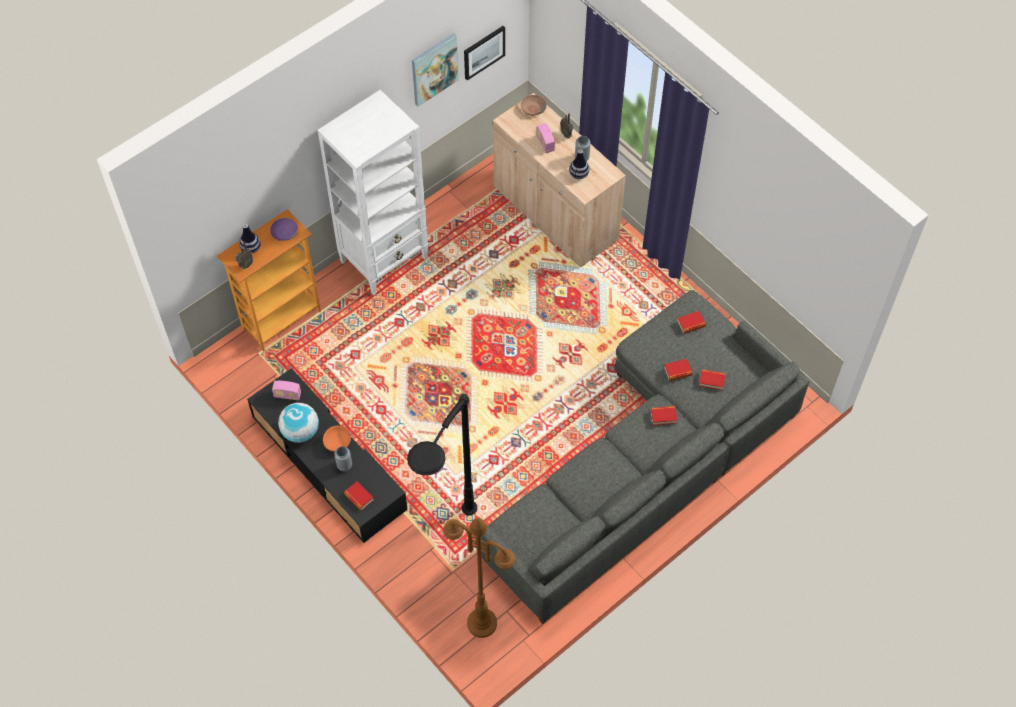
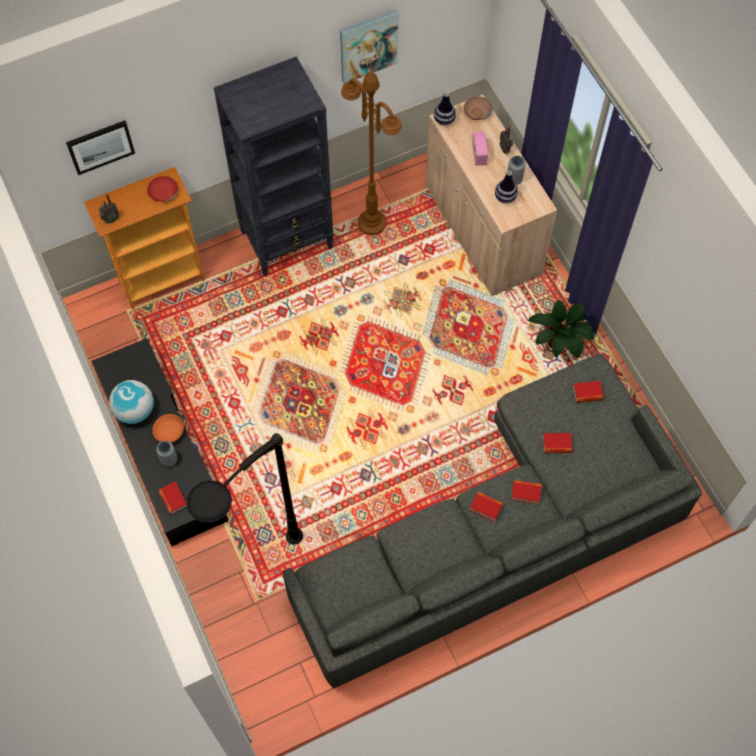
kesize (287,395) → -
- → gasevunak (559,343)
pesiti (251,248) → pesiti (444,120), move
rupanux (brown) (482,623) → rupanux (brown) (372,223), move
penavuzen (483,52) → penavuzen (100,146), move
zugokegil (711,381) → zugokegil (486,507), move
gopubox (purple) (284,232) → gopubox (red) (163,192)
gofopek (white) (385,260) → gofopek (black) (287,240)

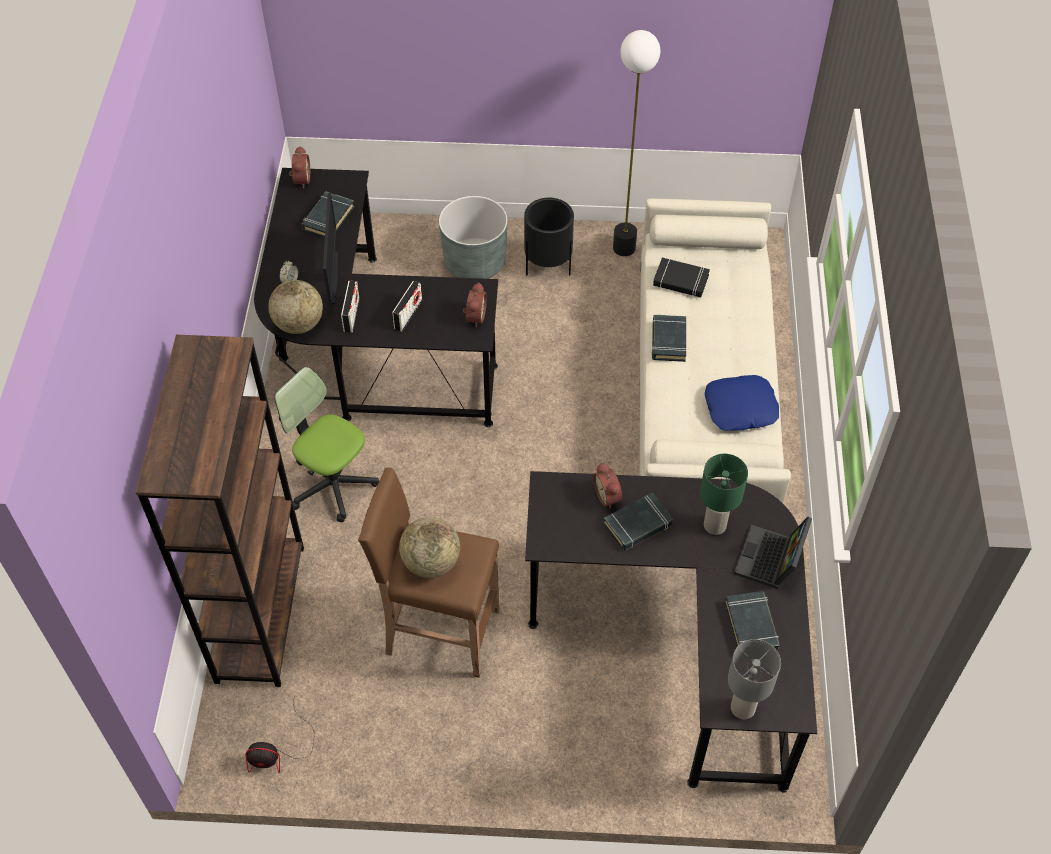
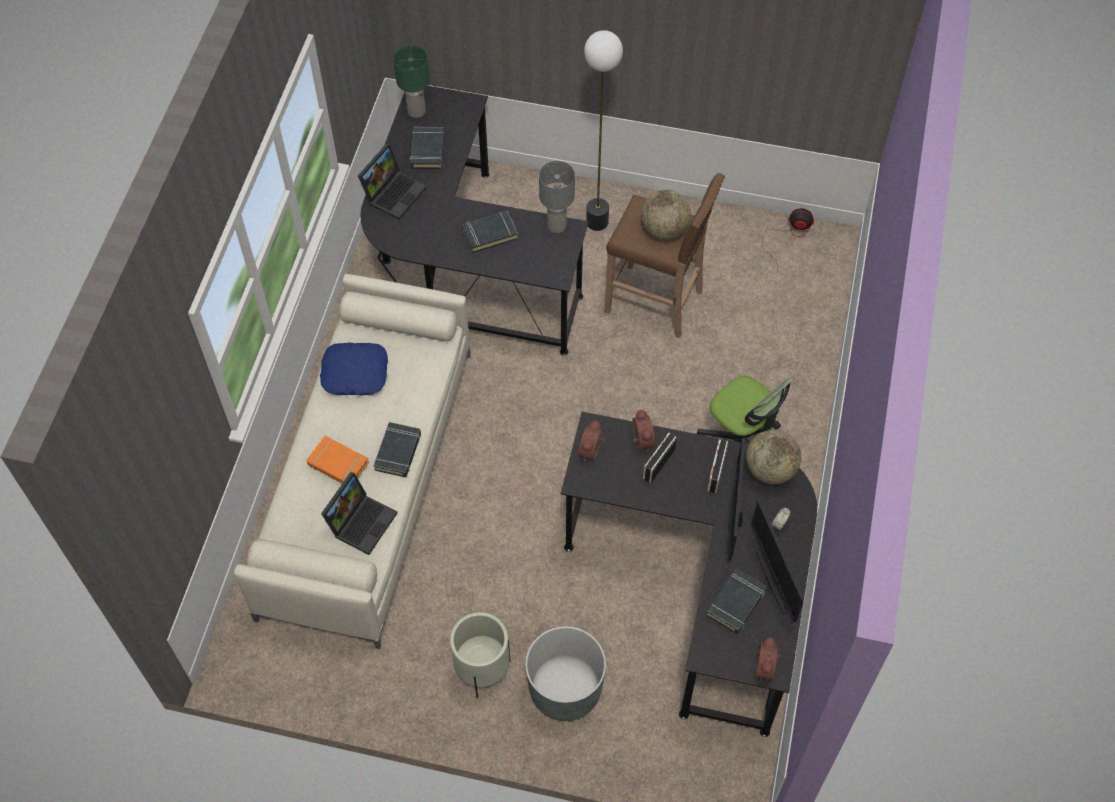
gofopek (brown) (260,613) → -
- → zugokegil (orange) (338,464)
- → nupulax (773,580)
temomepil (608,496) → temomepil (640,440), move
rupanux (623,248) → rupanux (597,221), move
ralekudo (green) (715,526) → ralekudo (green) (416,111), move
ralekudo (grey) (743,708) → ralekudo (grey) (556,226), move
zugokegil (black) (680,281) → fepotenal (361,521)
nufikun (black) (548,265) → nufikun (beige) (482,671)

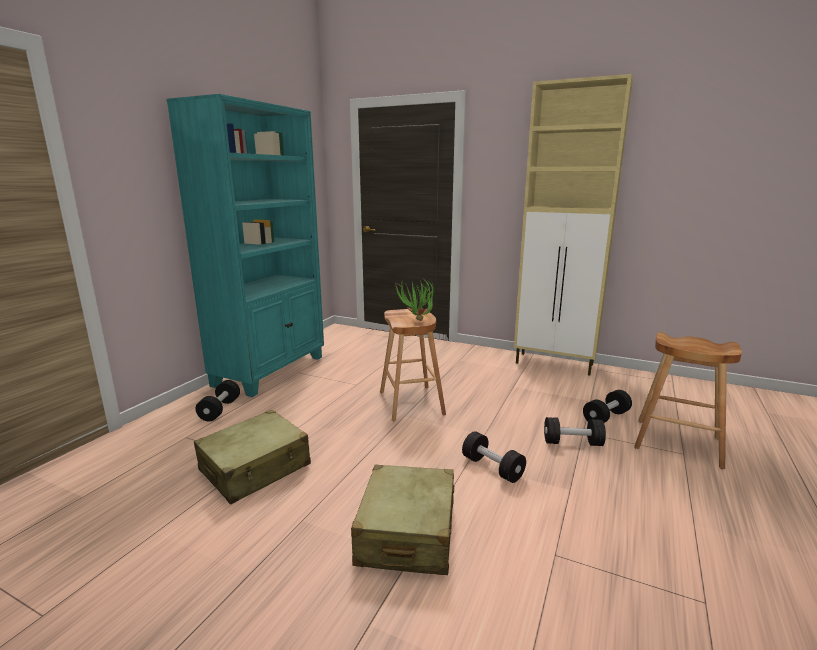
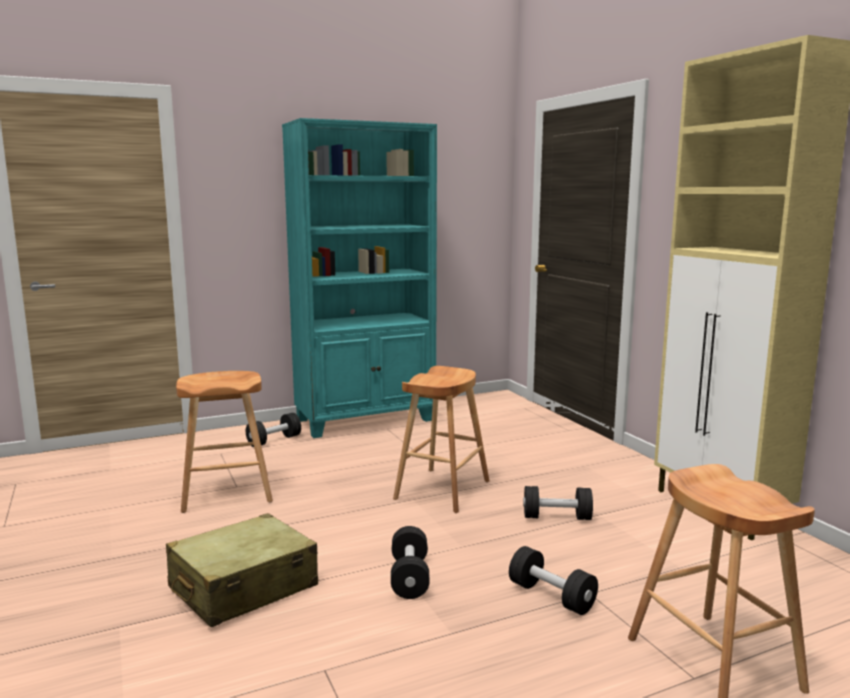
gasevunak (417,322) → -
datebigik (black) (606,417) → datebigik (black) (556,517), move
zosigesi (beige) (255,468) → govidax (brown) (226,493)

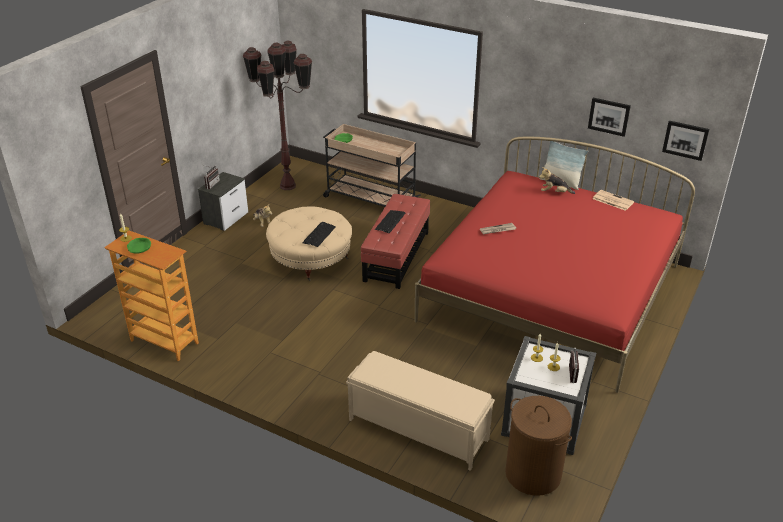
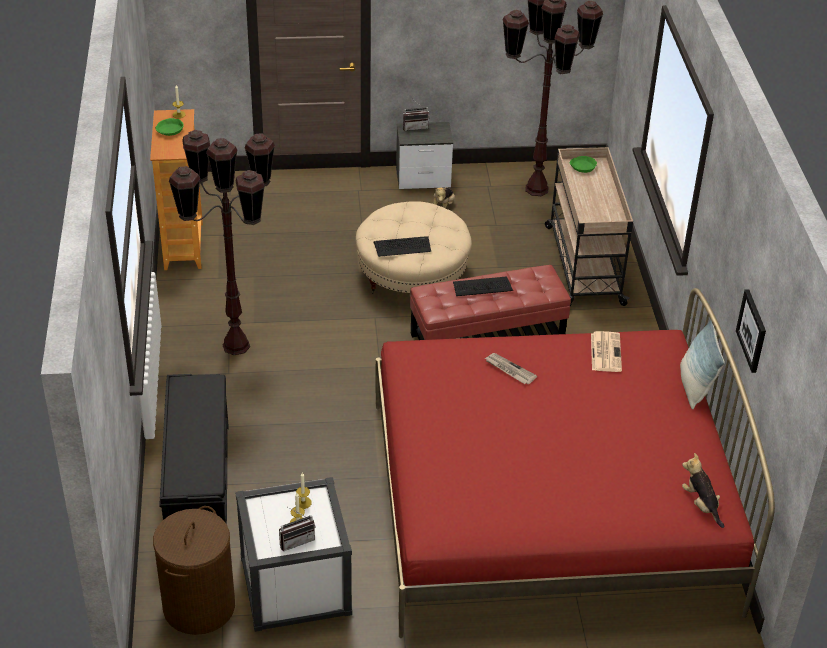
penavuzen (685,140) → -
- → rupanux (brown) (236,346)
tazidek (554,193) → tazidek (701,504), move
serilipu (612,200) → serilipu (605,352), move
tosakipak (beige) (417,429) → tosakipak (black) (199,485)

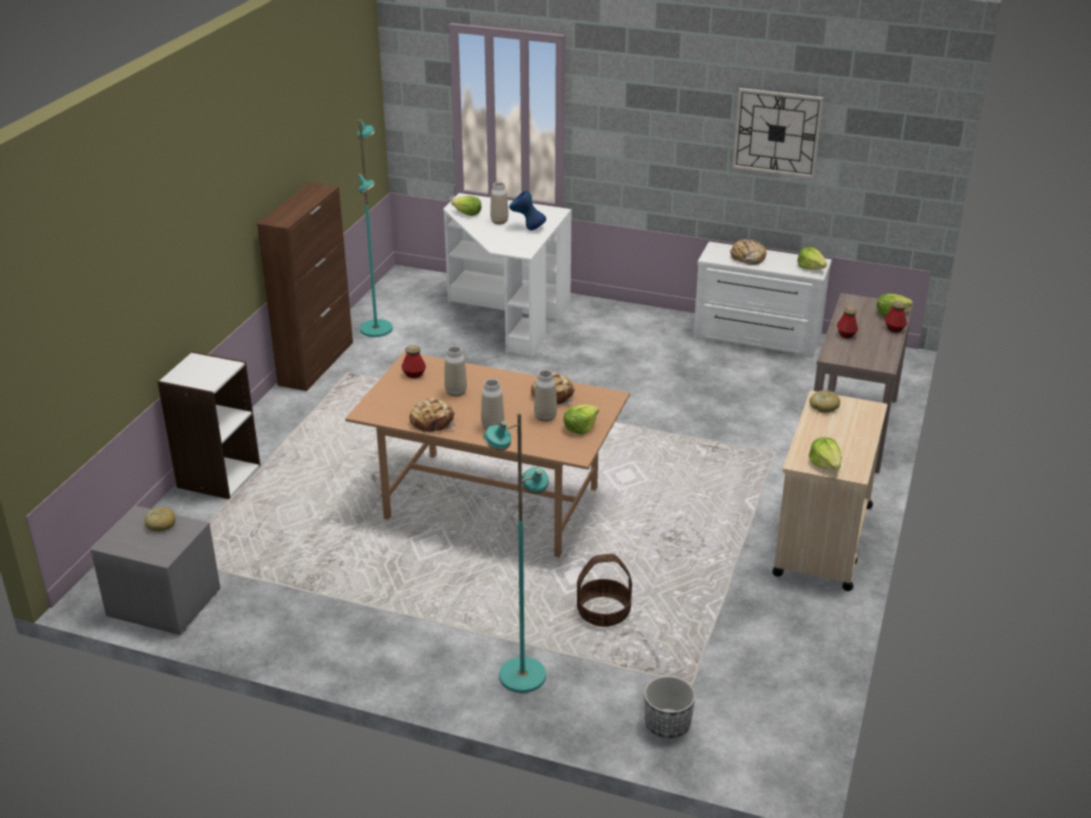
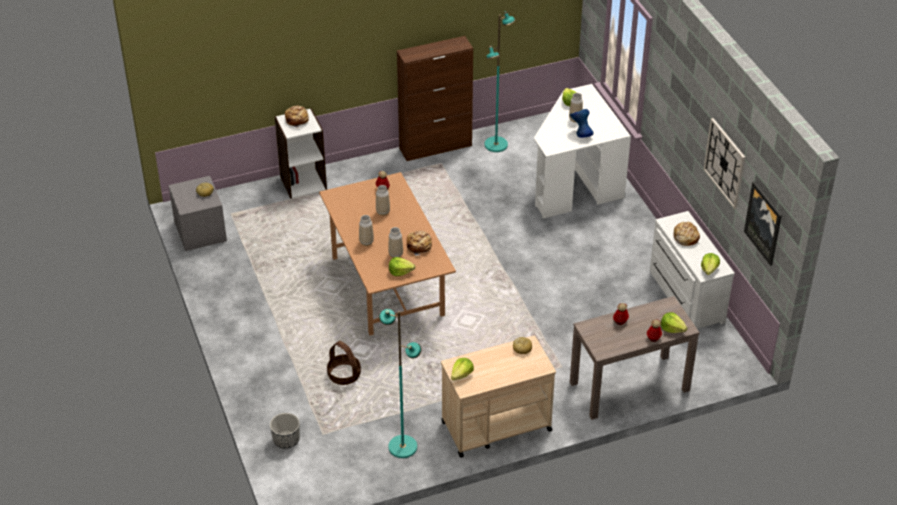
- → penavuzen (764,223)
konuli (433,422) → konuli (297,120), move
rupanux (turquoise) (521,675) → rupanux (turquoise) (402,446), move

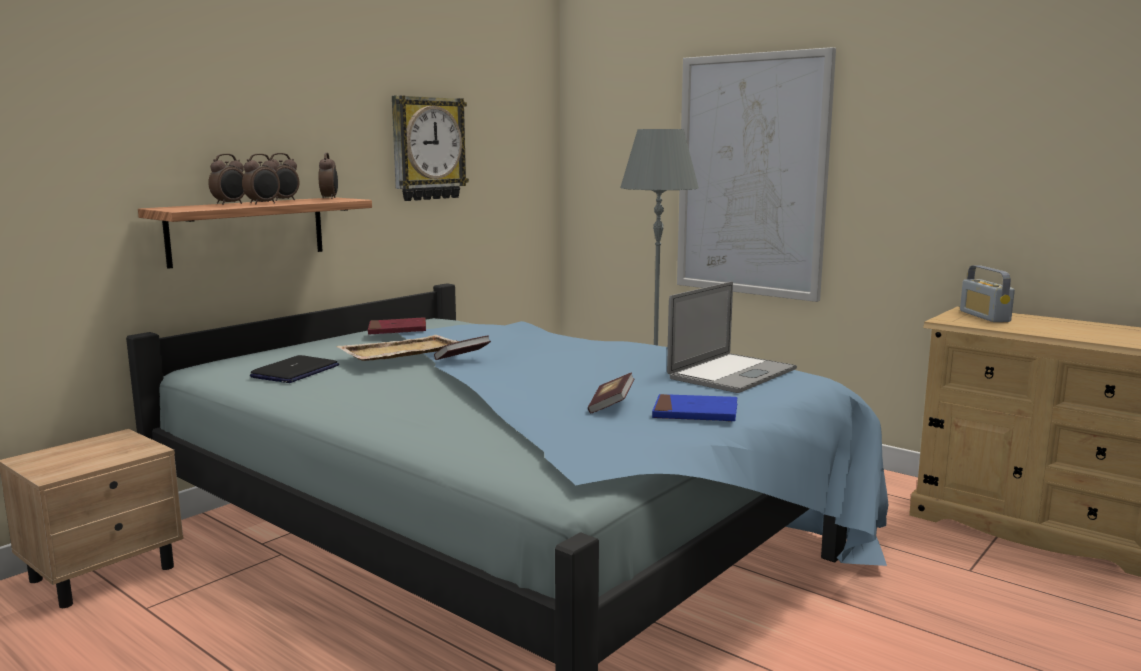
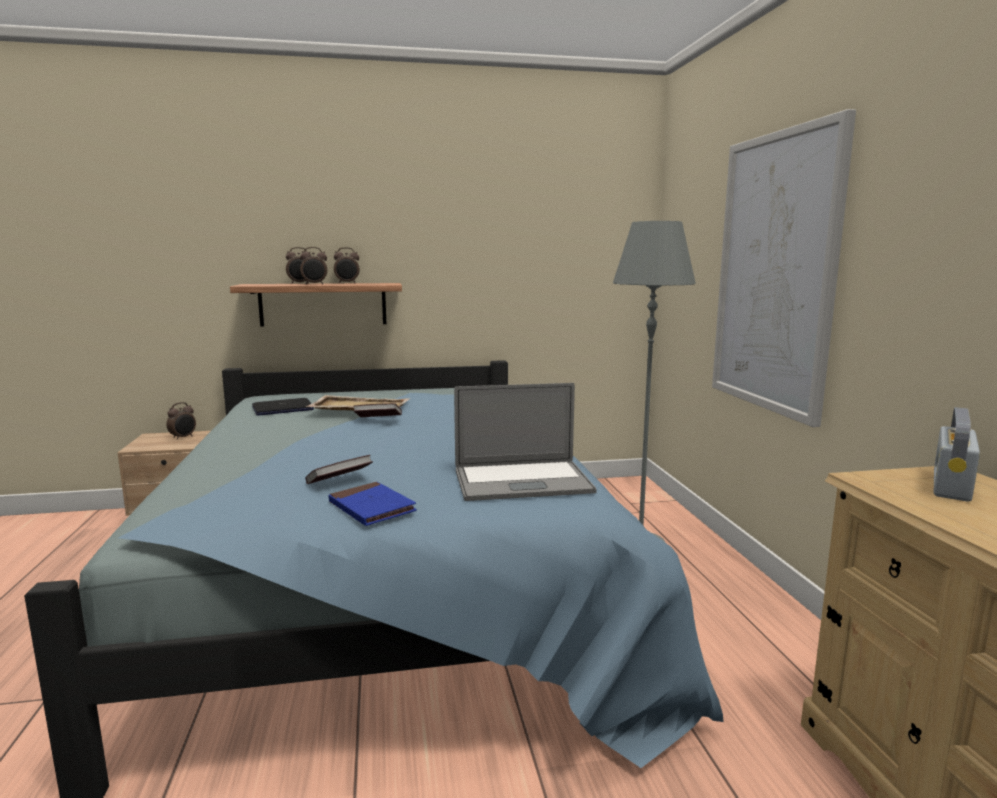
zugokegil (red) (397,330) → -
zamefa (427,148) → -
temomepil (330,198) → temomepil (183,437), move

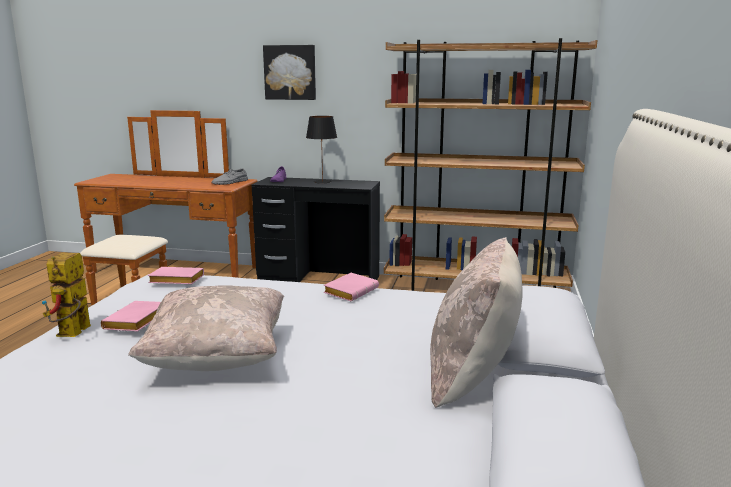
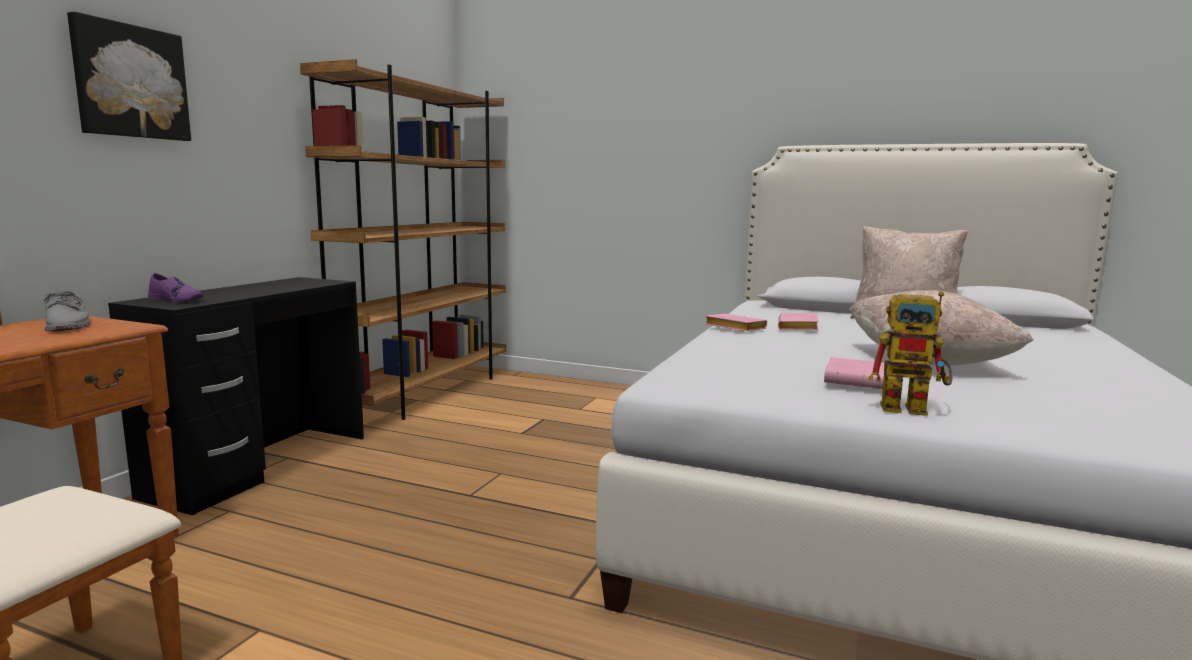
ralekudo (black) (322,182) → -
zugokegil (pink) (175,280) → zugokegil (pink) (799,327), move

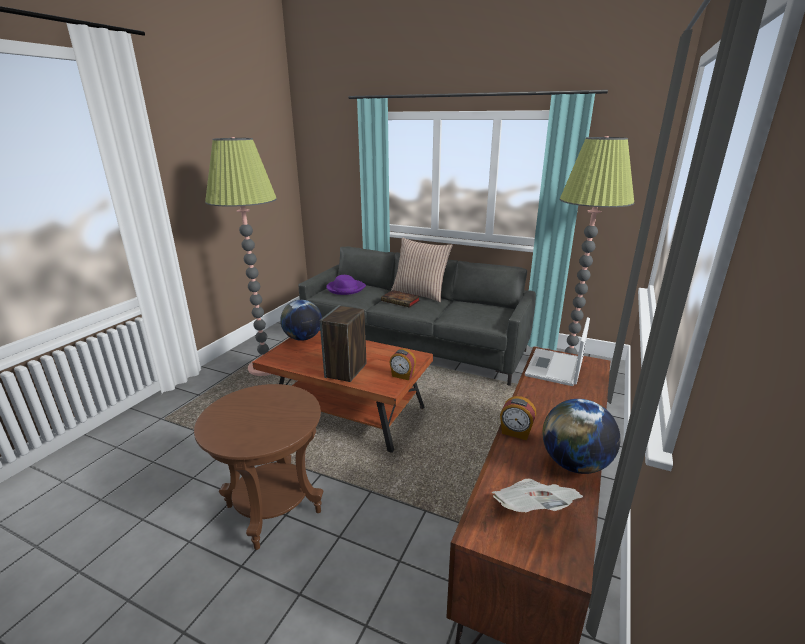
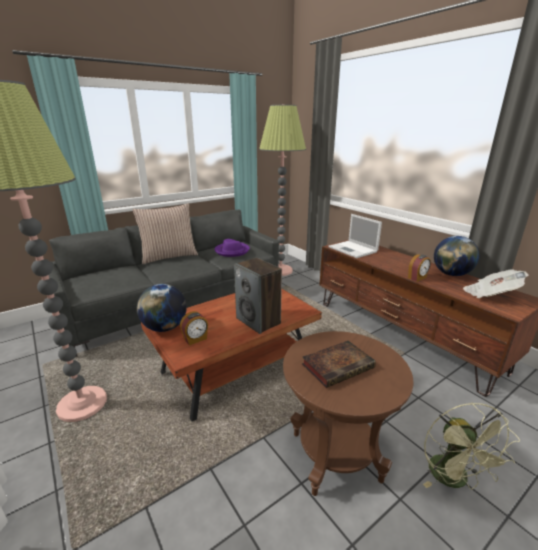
- → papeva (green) (454,479)
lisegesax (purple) (345,288) → lisegesax (purple) (232,251), move
zugokegil (401,301) → zugokegil (338,365), move
temomepil (402,376) → temomepil (195,339), move

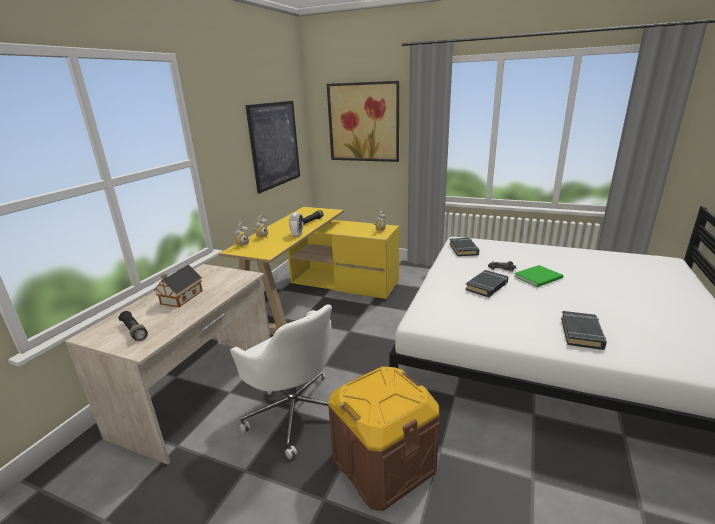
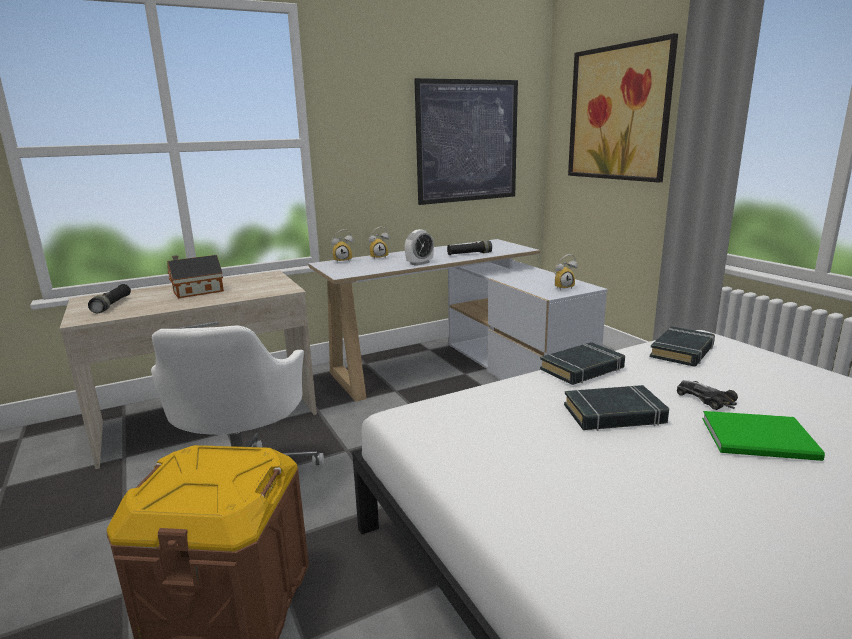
zugokegil (black) (581,333) → zugokegil (black) (582,369), move
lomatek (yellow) (317,295) → lomatek (white) (460,370)

